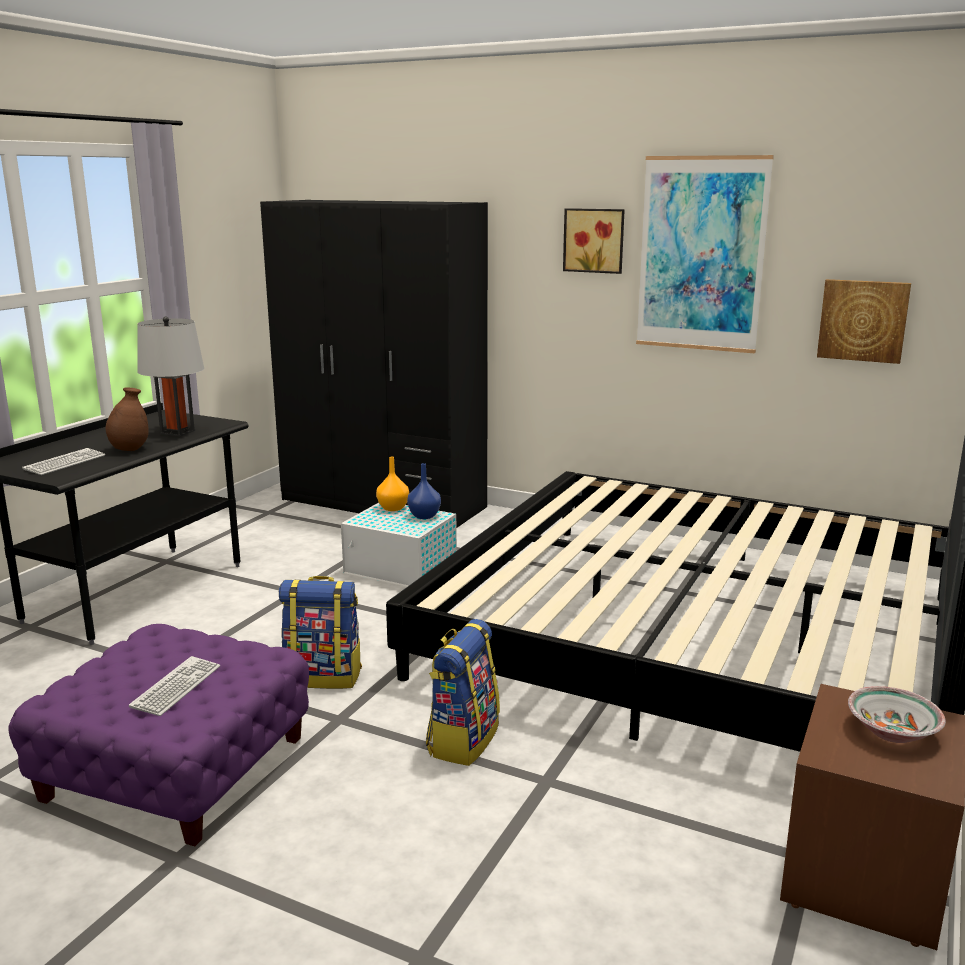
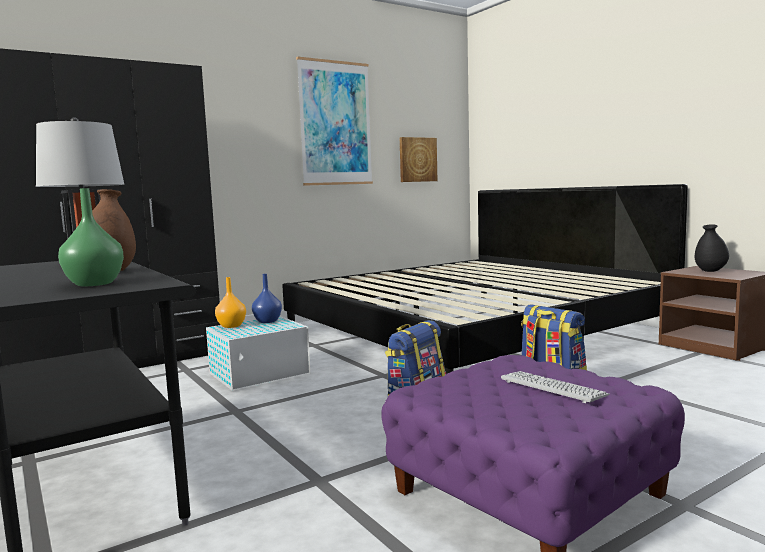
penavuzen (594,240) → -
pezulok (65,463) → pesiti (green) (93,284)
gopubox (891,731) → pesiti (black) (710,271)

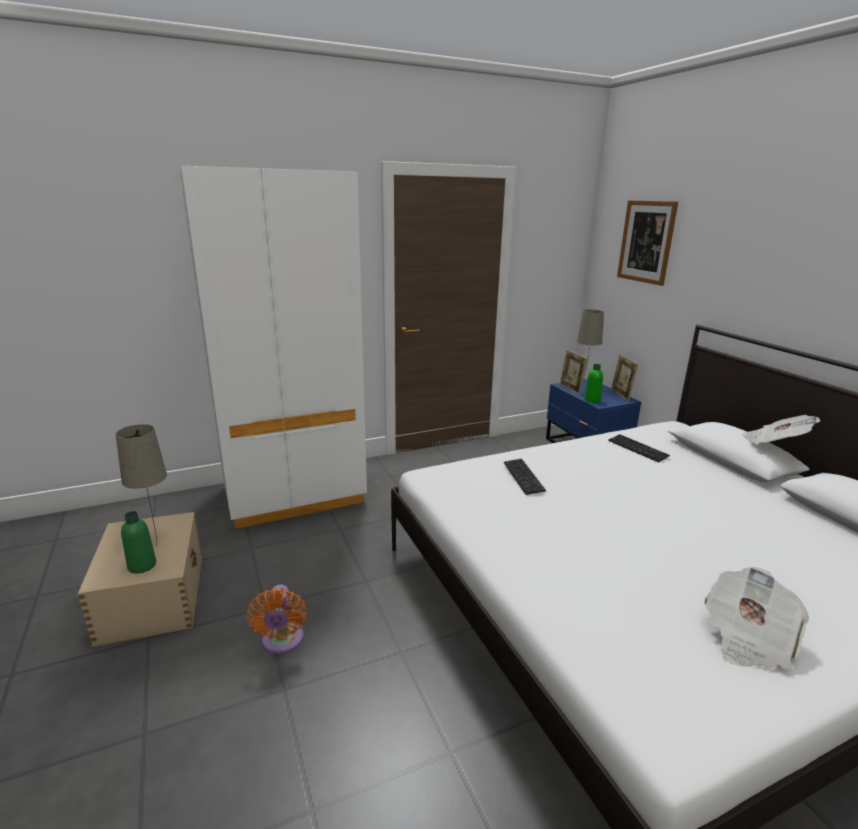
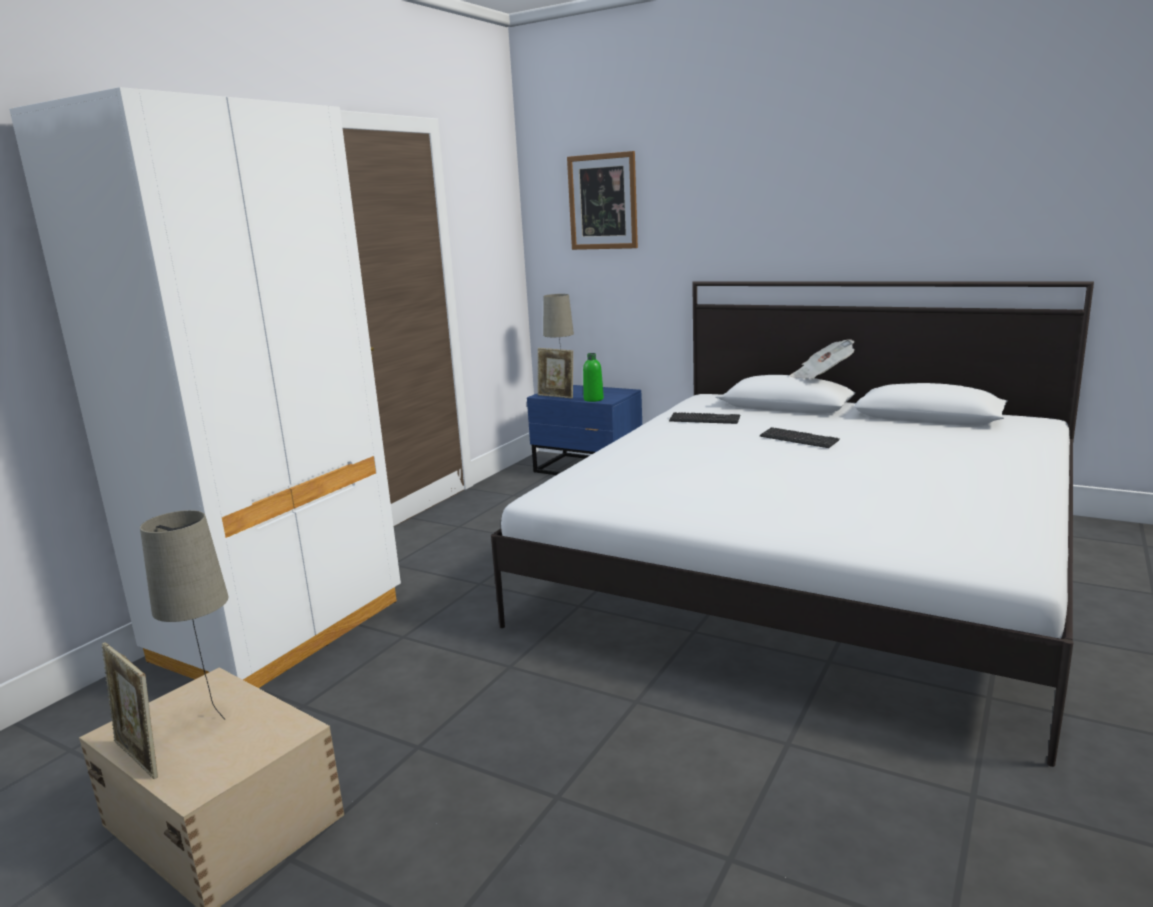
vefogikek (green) (142,565) → -
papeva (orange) (282,642) → -
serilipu (747,638) → -
pezulok (523,477) → pezulok (798,439), move
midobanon (621,395) → midobanon (140,757), move

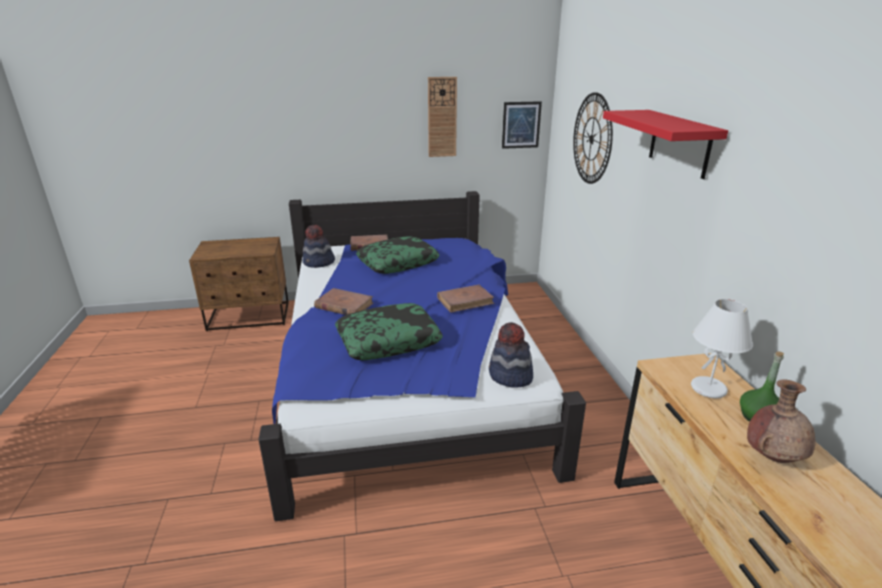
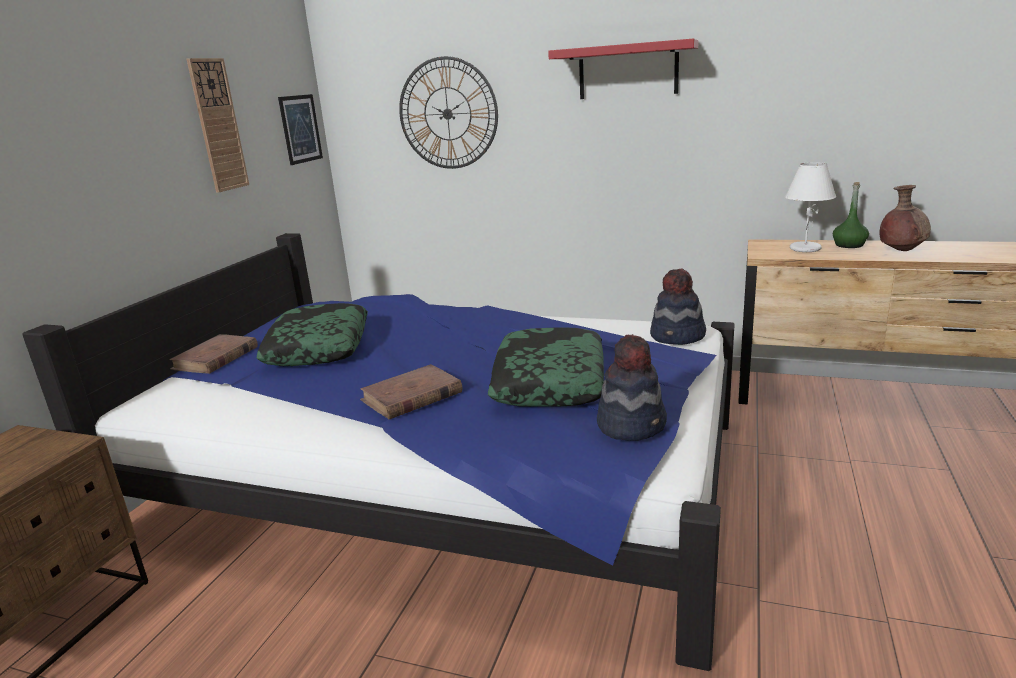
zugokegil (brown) (465,301) → -
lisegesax (318,263) → lisegesax (632,424), move

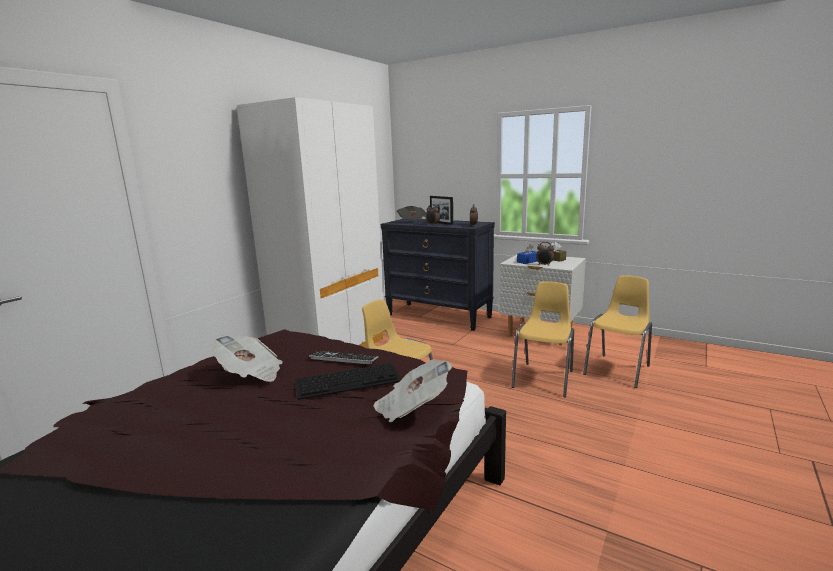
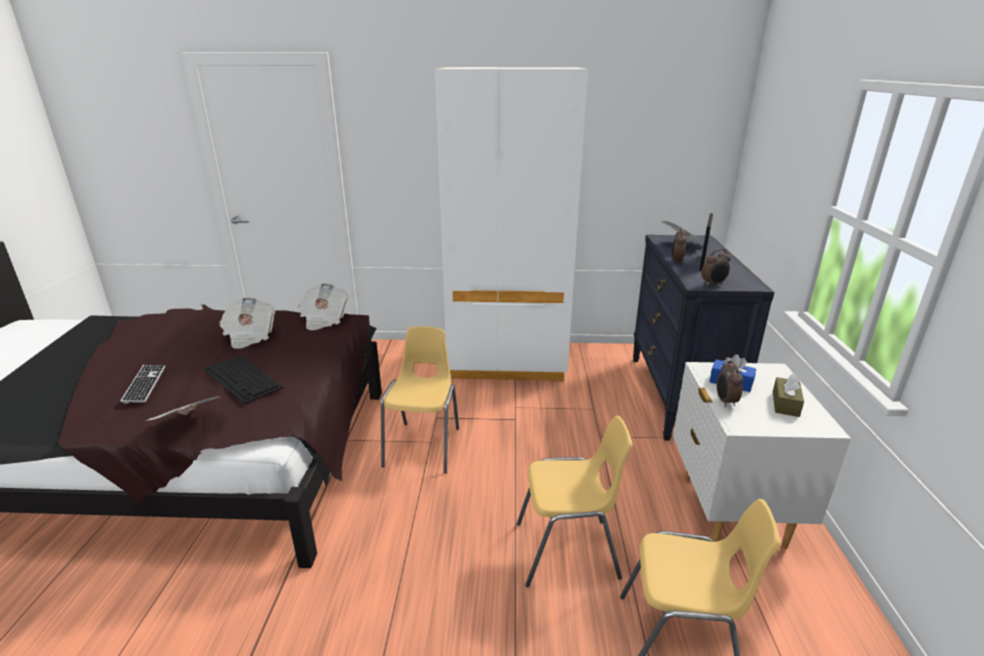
- → serilipu (324,319)
pezulok (343,358) → pezulok (144,385), move

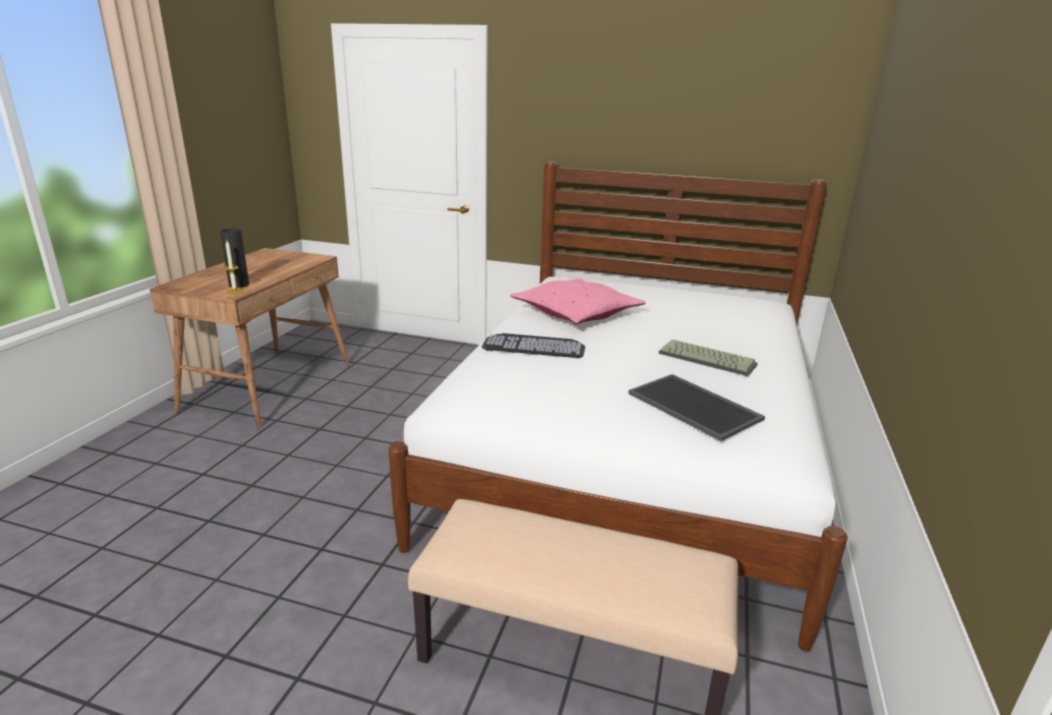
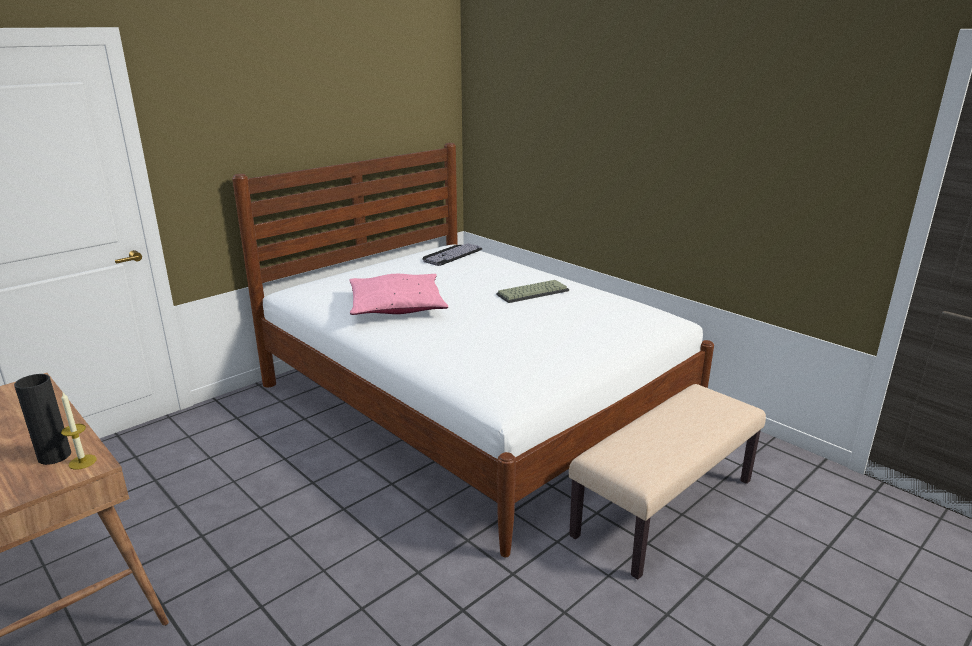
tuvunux (696,406) → -
pezulok (535,345) → pezulok (450,254), move

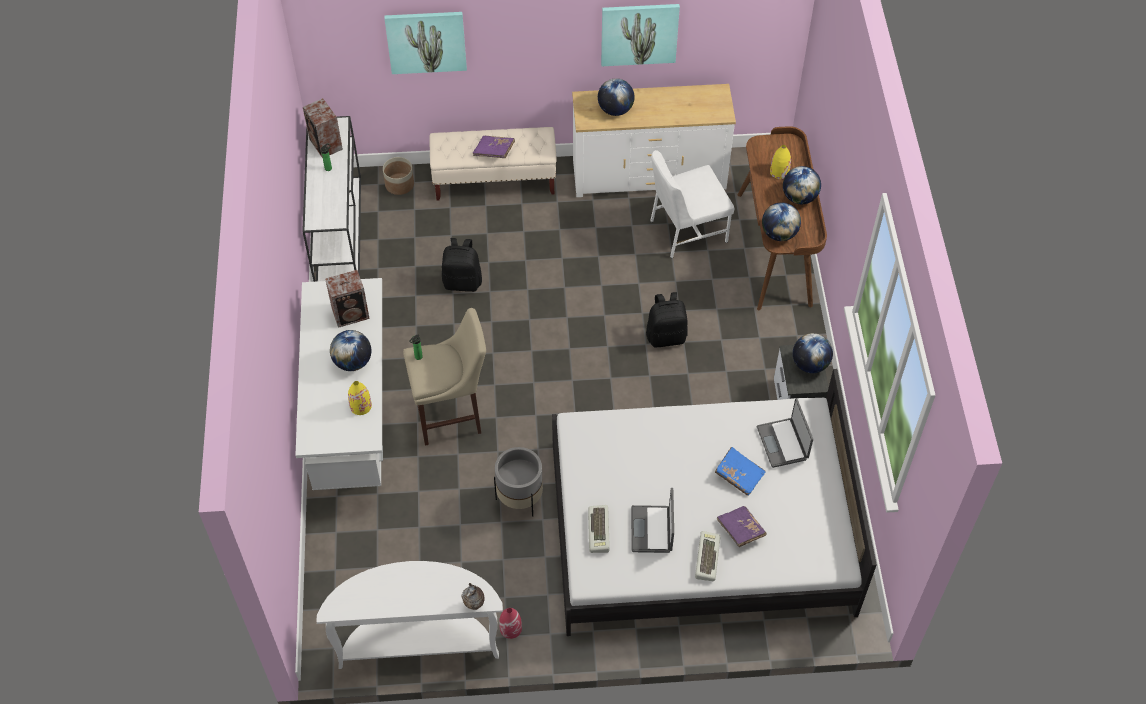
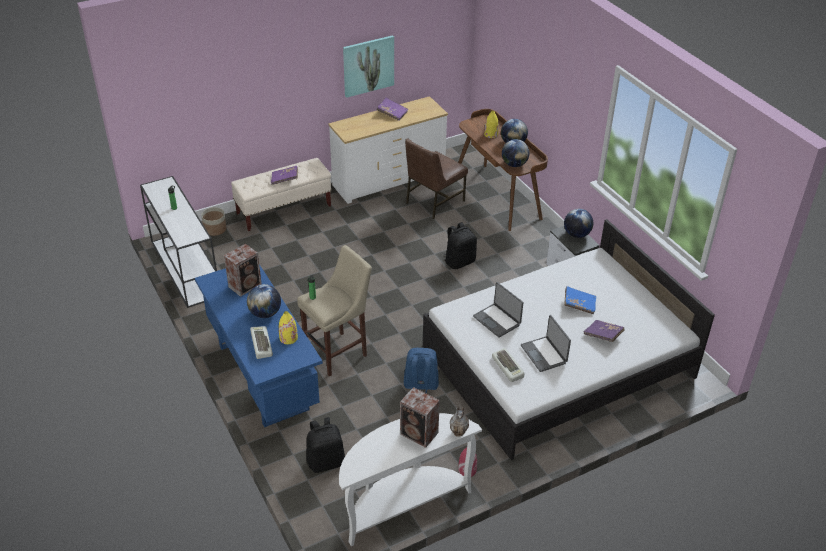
penavuzen (426,42) → -
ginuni (615,110) → -
- → zugokegil (purple) (392,113)
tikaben (326,145) → tikaben (419,434), move
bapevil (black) (462,281) → bapevil (black) (326,461), move
pezulok (706,557) → pezulok (260,344), move
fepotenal (783,443) → fepotenal (497,320), move
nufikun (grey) (520,498) → bapevil (blue) (420,386)
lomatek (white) (351,418) → lomatek (blue) (262,377)
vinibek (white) (686,230) → vinibek (brown) (433,202)

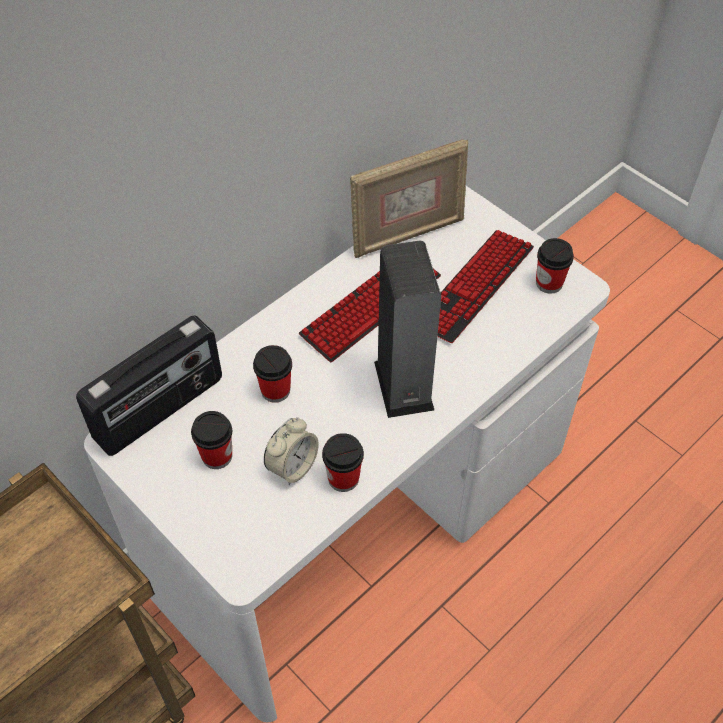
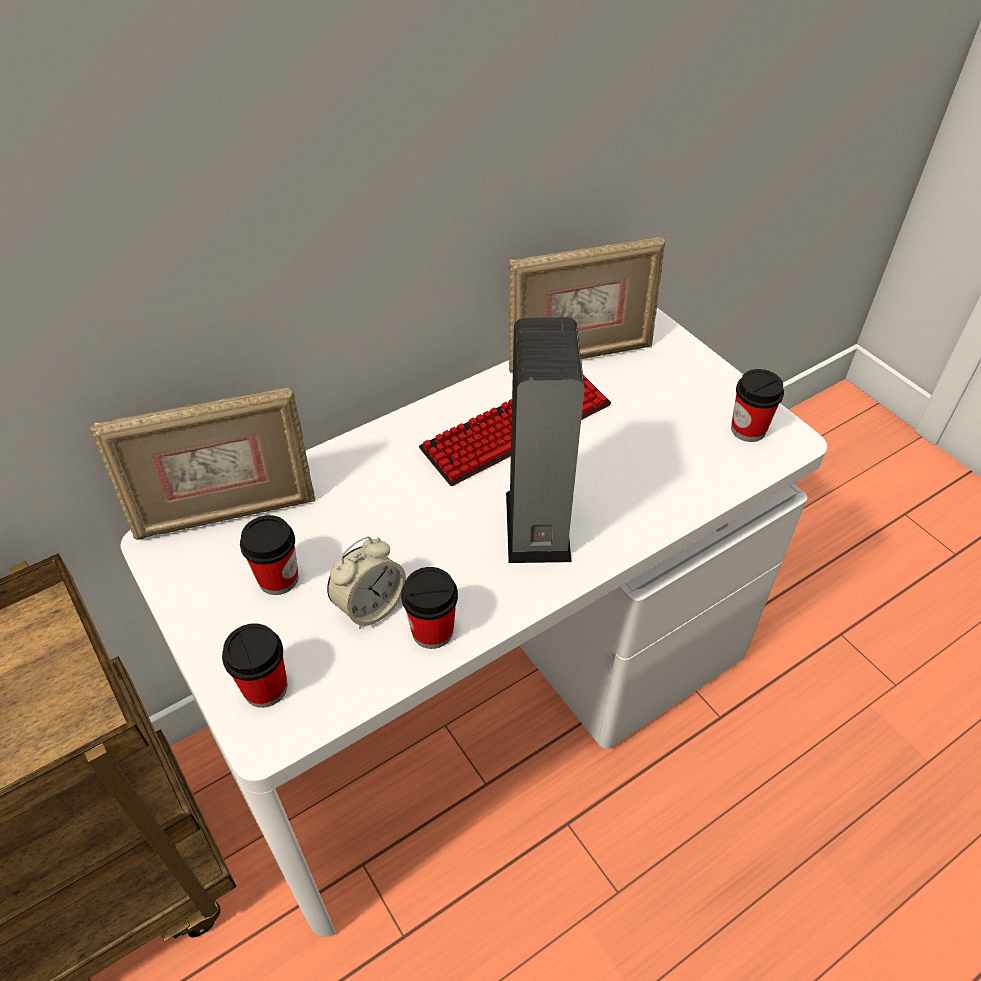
pezulok (474,287) → -
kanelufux (275,390) → kanelufux (265,688), move
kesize (160,410) → midobanon (226,513)

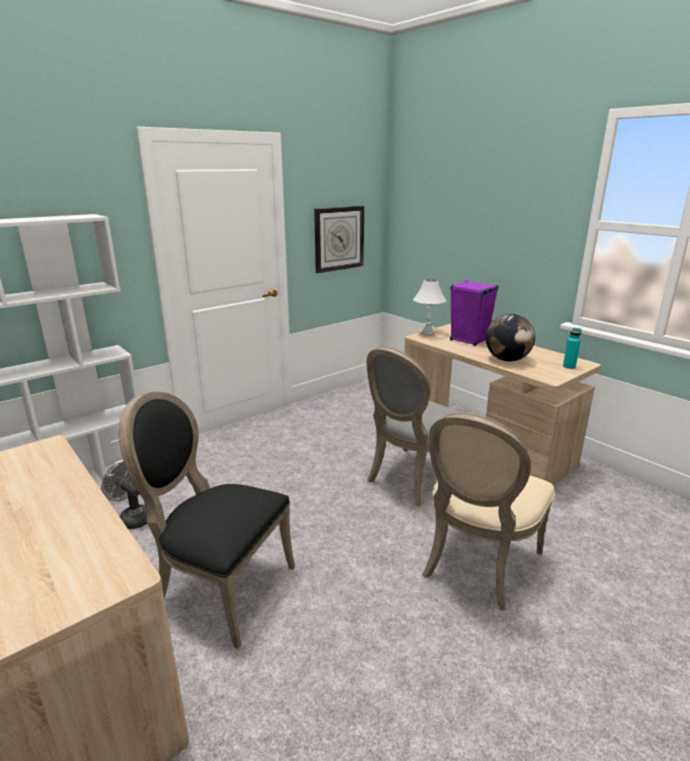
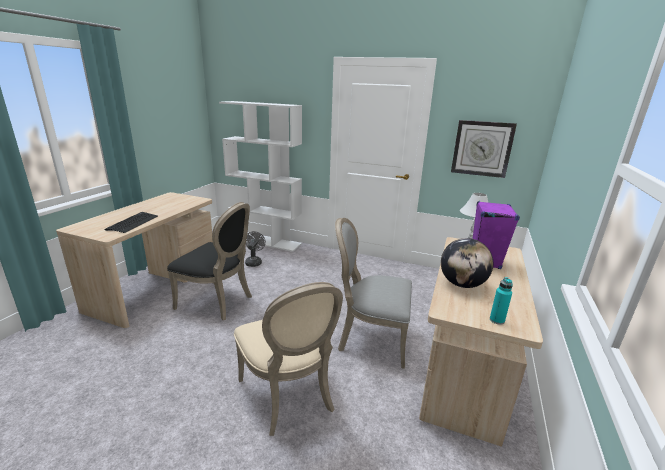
- → pezulok (133,223)
vinibek (black) (219,587) → vinibek (black) (218,302), 120 degrees clockwise
vinibek (beige) (476,565) → vinibek (beige) (290,396), 120 degrees counterclockwise

